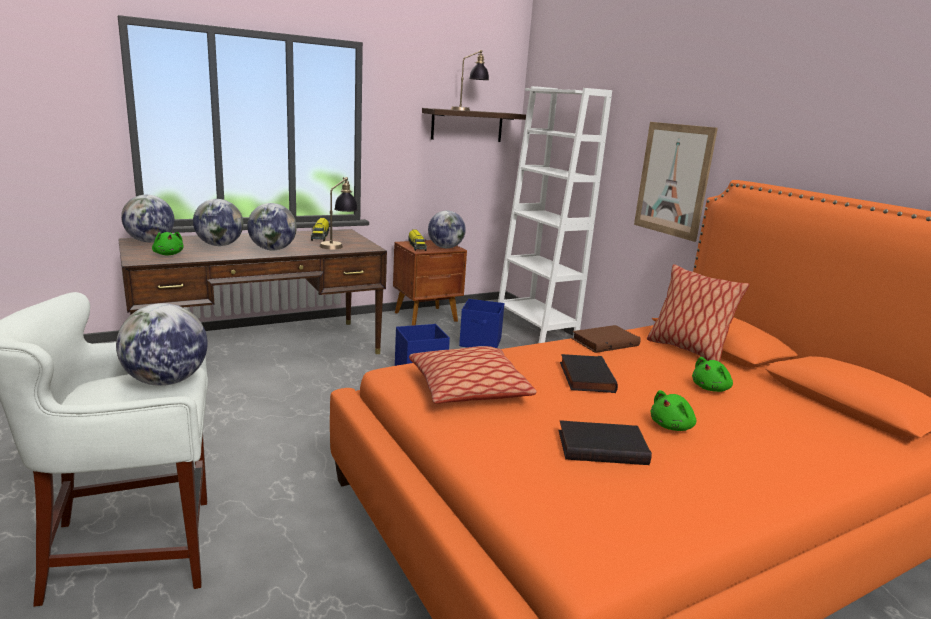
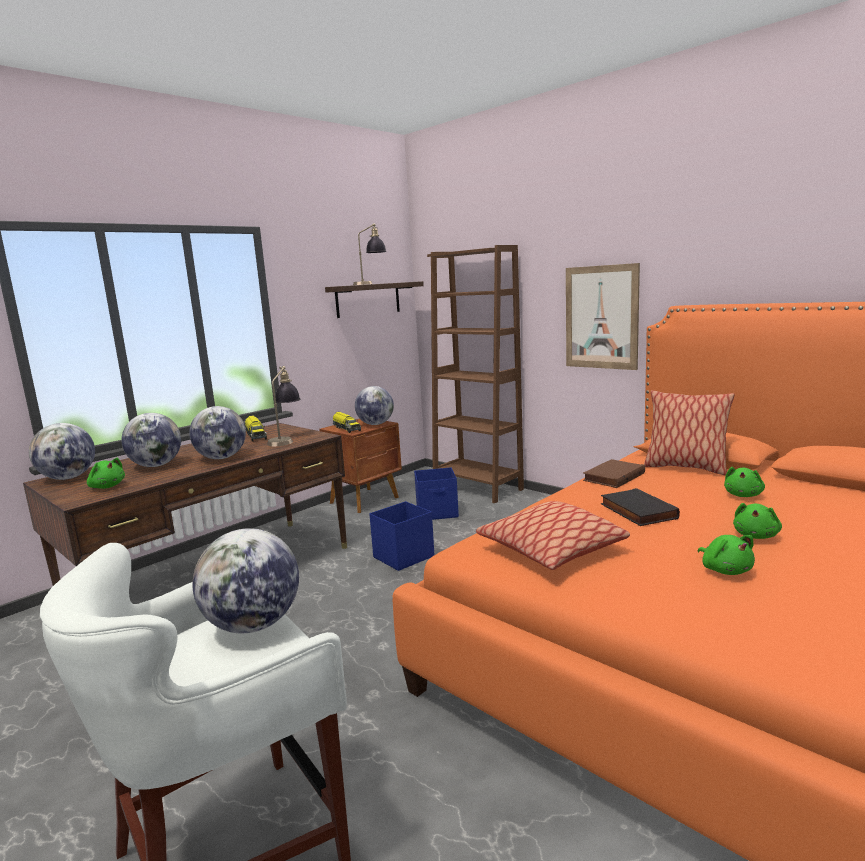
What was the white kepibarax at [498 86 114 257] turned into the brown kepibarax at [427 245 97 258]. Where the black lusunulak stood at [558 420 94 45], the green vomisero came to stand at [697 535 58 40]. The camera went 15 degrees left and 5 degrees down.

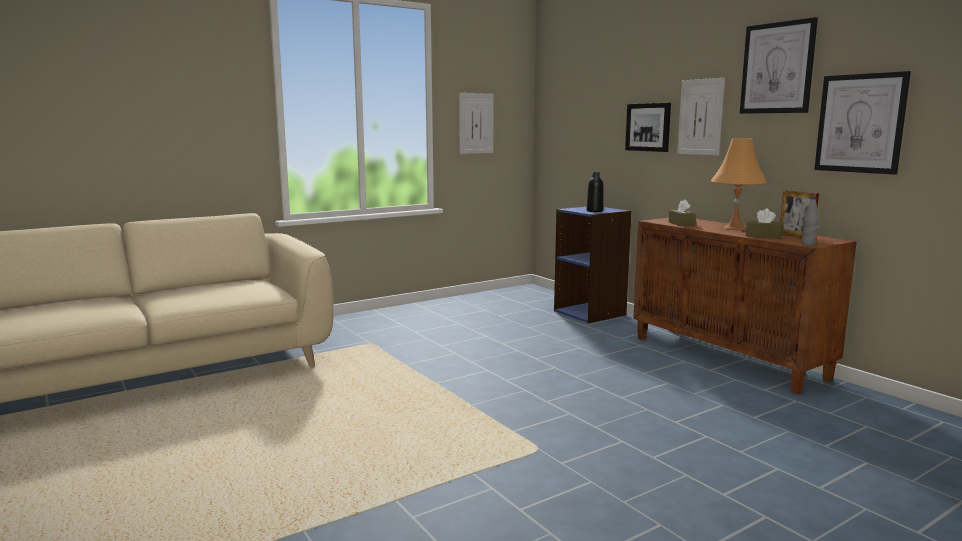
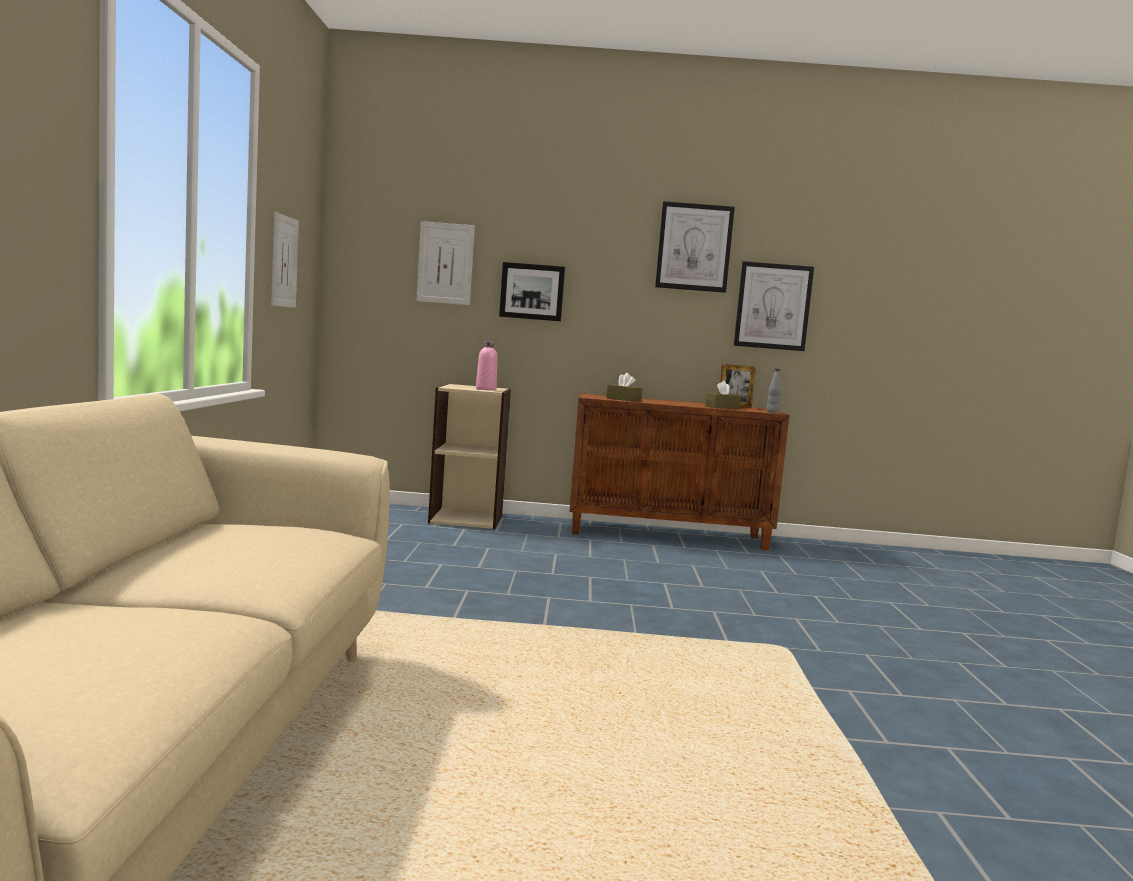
The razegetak ended up elsewhere, having gone from [677 78 48 78] to [417 221 58 84]. What was the blue kepibarax at [554 206 78 117] turned into the beige kepibarax at [428 384 83 145]. What was the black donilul at [587 172 17 40] turned into the pink donilul at [476 341 21 49]. The second view lost the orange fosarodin at [711 138 57 92]. The camera went 55 degrees left and 5 degrees down.

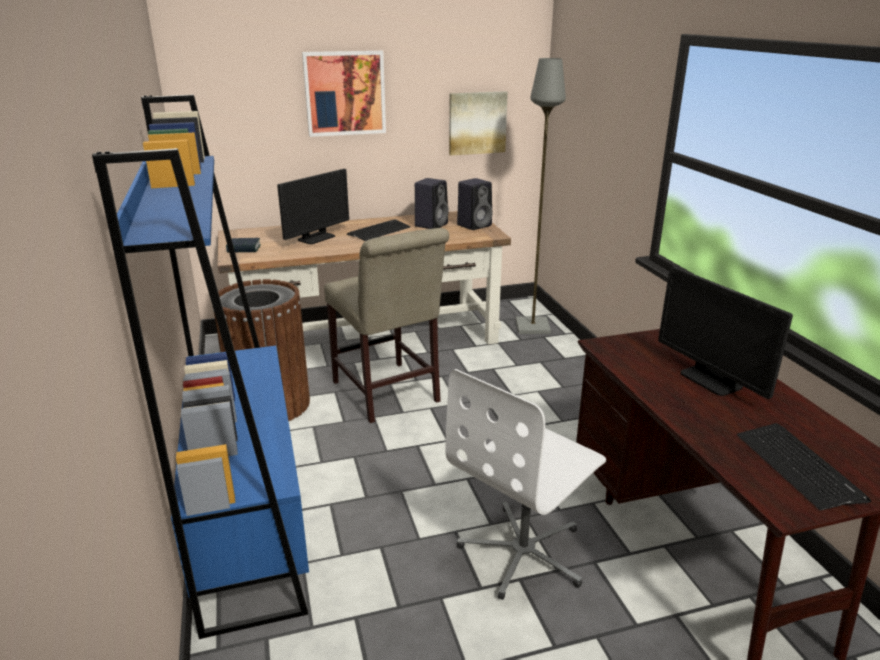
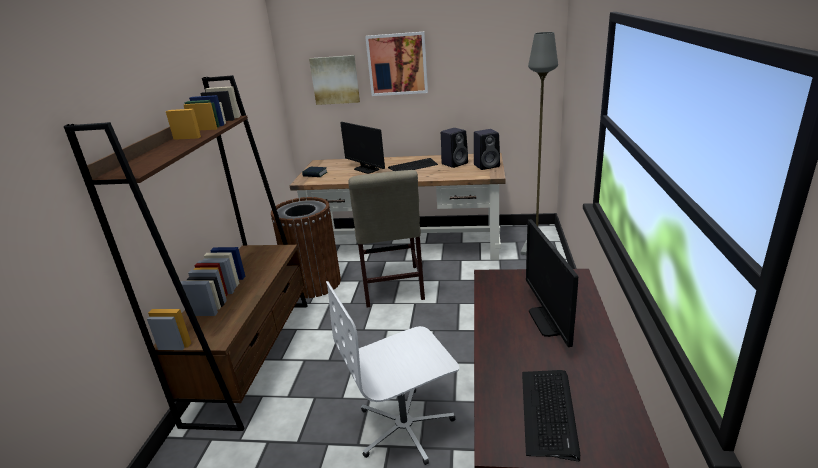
What was the blue kepibarax at [92 94 217 545] turned into the brown kepibarax at [64 75 244 356]. The razegetak ended up elsewhere, having gone from [449 91 59 64] to [309 55 51 50]. The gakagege at [277 169 72 75] ended up facing another way, 75 degrees clockwise from before. The camera went 25 degrees right and 0 degrees up.

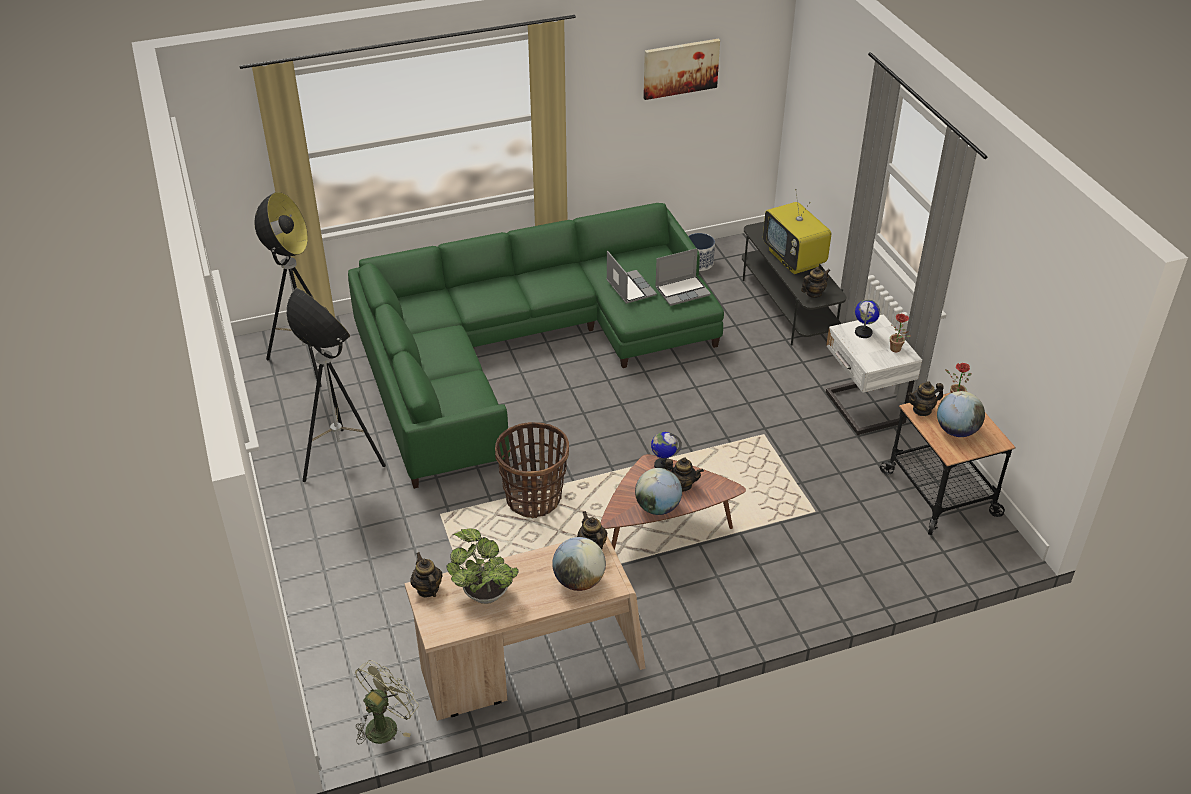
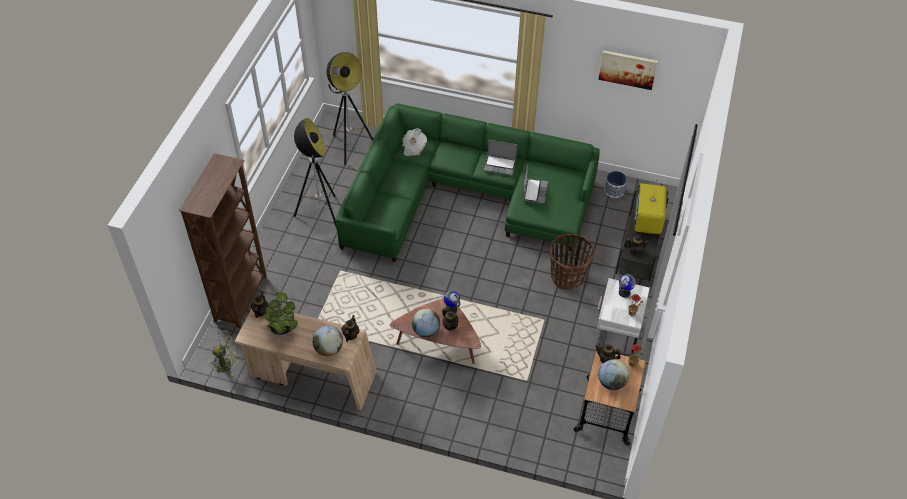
The second view gained the brown kepibarax at [179 153 88 175]. The second view gained the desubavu at [402 128 25 28]. The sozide ended up elsewhere, having gone from [655 248 56 58] to [484 140 33 36]. The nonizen ended up elsewhere, having gone from [495 422 74 96] to [549 234 46 56]. The camera went 35 degrees right and 10 degrees up.

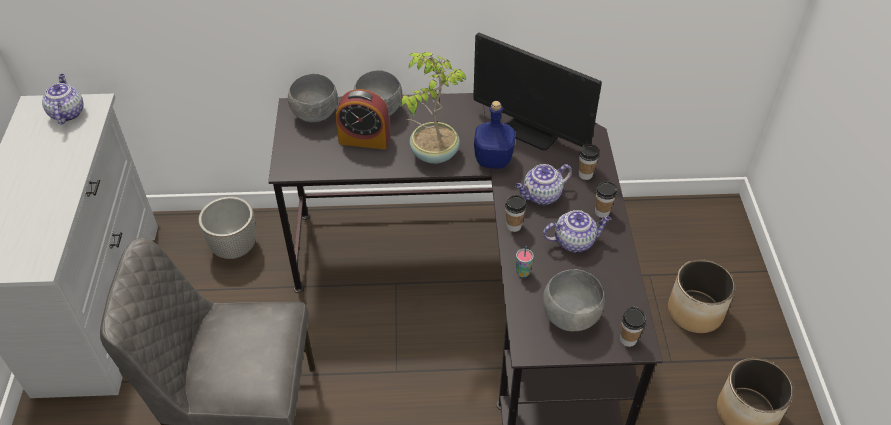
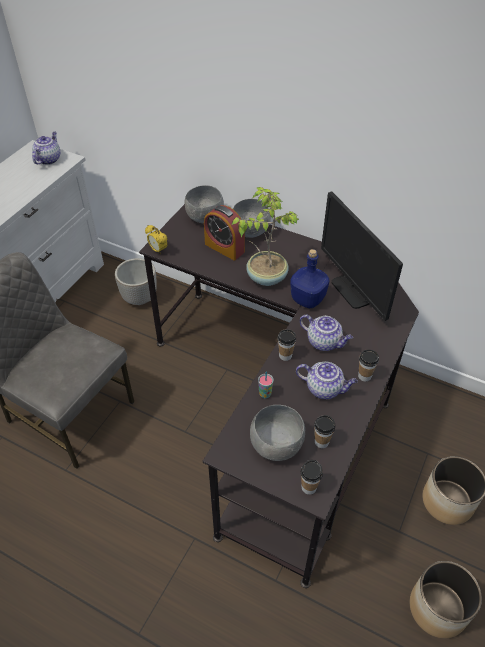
The second view gained the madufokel at [145 225 23 30]. The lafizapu at [515 164 57 41] ended up facing another way, 150 degrees counterclockwise from before. The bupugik ended up elsewhere, having gone from [579 144 20 36] to [314 415 21 33]. The camera went 30 degrees right and 0 degrees up.

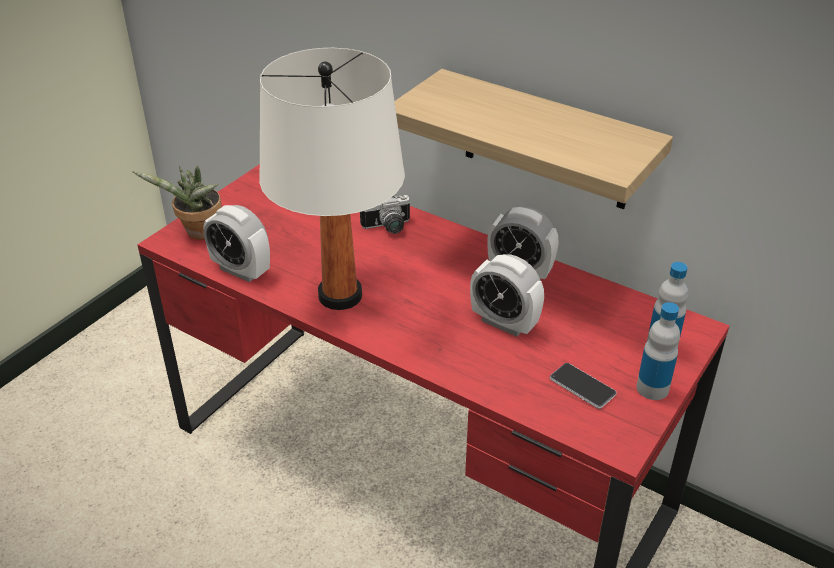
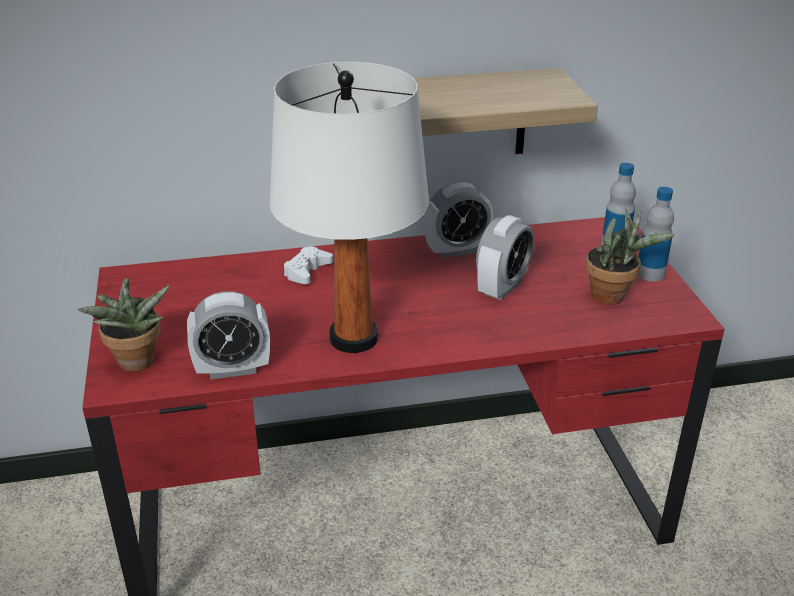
Where the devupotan stood at [360 195 50 39], the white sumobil came to stand at [284 246 49 38]. The madufokel at [470 254 74 83] ended up facing another way, 45 degrees counterclockwise from before. Where the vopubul stood at [550 363 67 46], the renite came to stand at [585 209 90 96]. The camera went 45 degrees left and 5 degrees down.

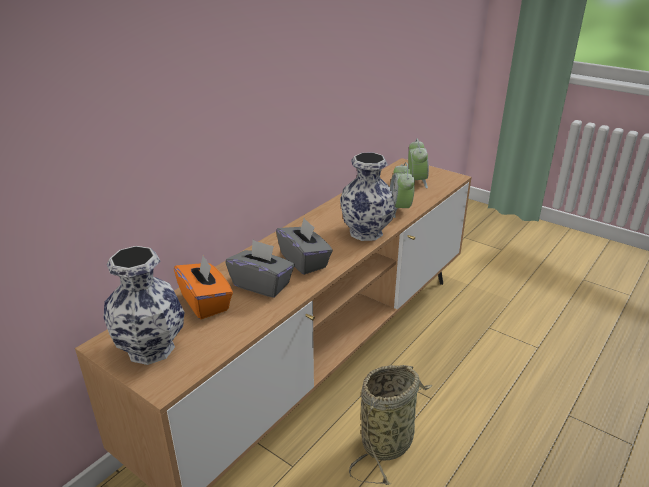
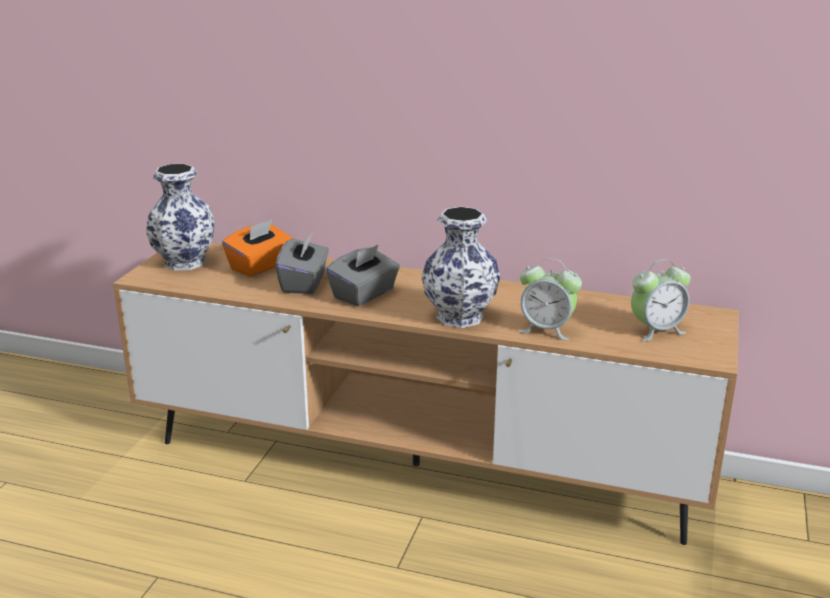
The madufokel at [390 162 25 56] ended up facing another way, 135 degrees counterclockwise from before. The second view lost the nonizen at [349 365 83 120]. The camera went 70 degrees right and 5 degrees down.

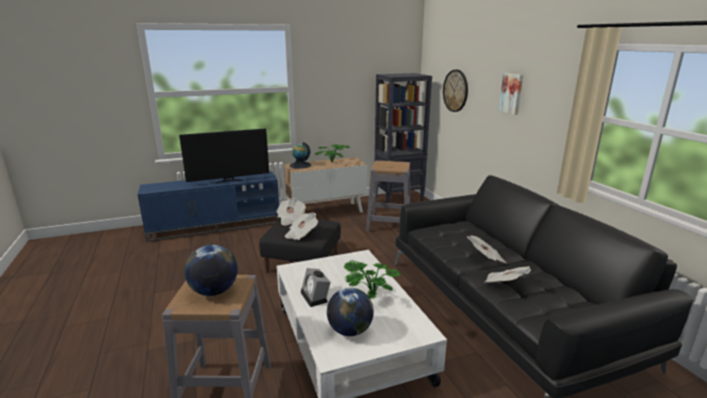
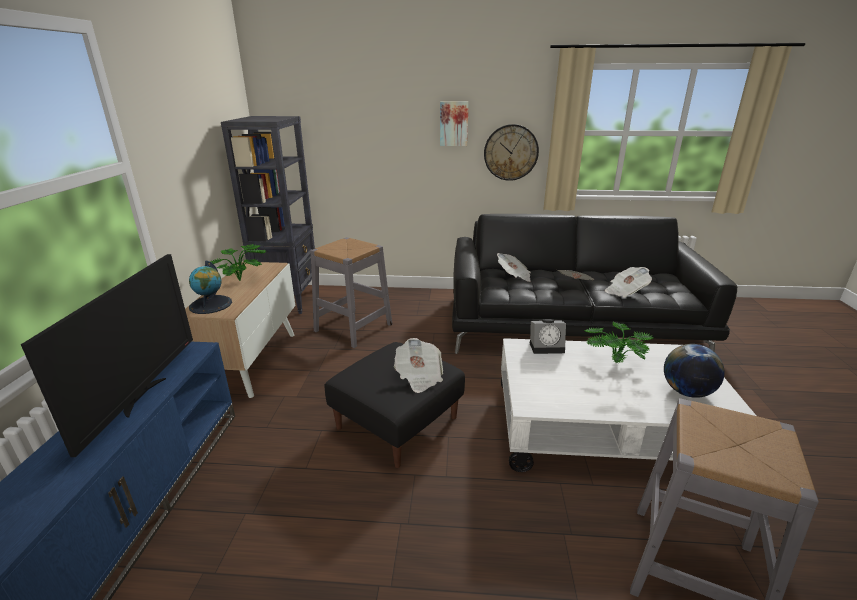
The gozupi ended up elsewhere, having gone from [443 70 25 42] to [484 124 55 57]. The desubavu ended up elsewhere, having gone from [277 198 29 27] to [497 253 34 29]. The madufokel ended up elsewhere, having gone from [301 268 30 39] to [529 319 37 35]. The second view lost the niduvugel at [184 244 54 52]. The camera went 65 degrees left and 5 degrees up.

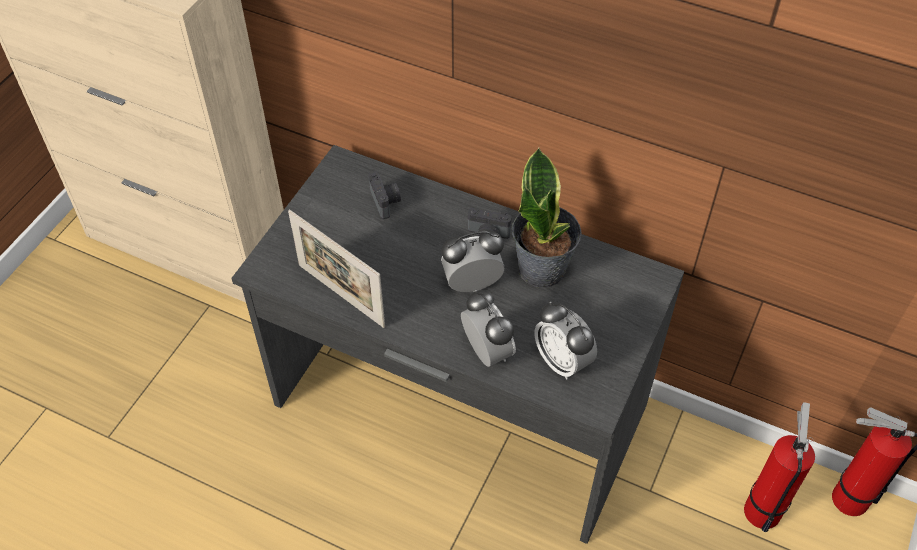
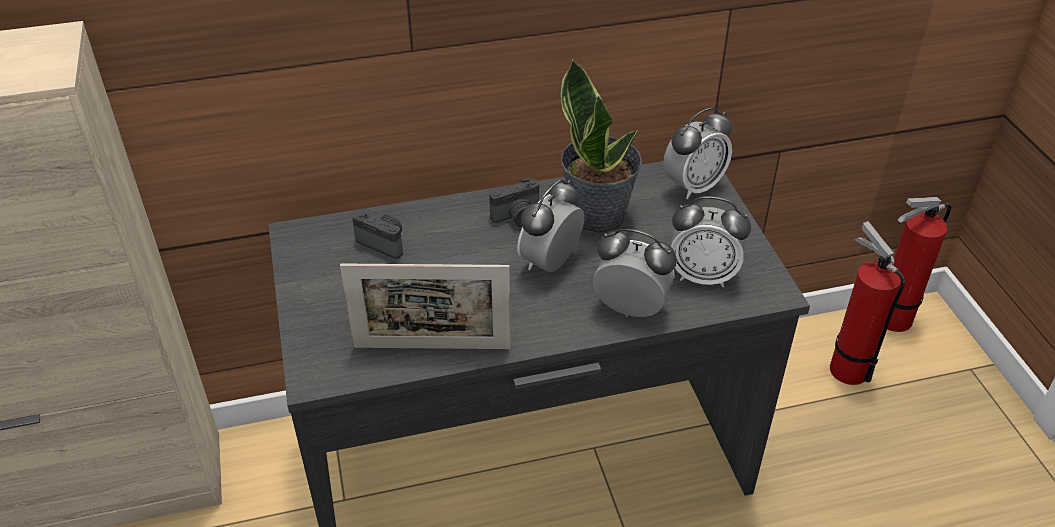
The second view gained the madufokel at [663 107 70 92]. The camera went 40 degrees left and 10 degrees down.

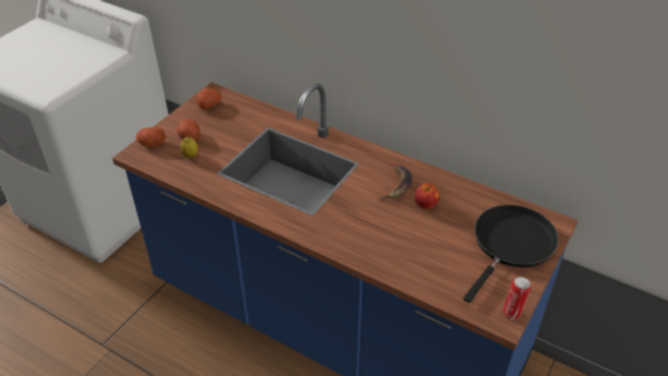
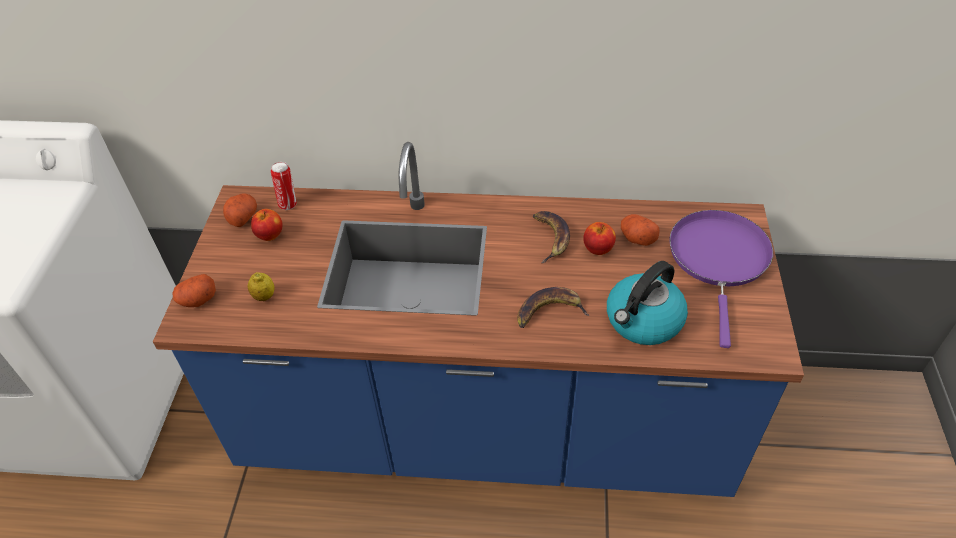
The second view gained the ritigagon at [251 209 32 32]. The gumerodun ended up elsewhere, having gone from [503 277 28 43] to [271 162 26 48]. The second view gained the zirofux at [517 287 73 41]. The second view gained the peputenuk at [607 261 81 84]. The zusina ended up elsewhere, having gone from [177 119 23 22] to [621 214 39 32]. What was the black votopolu at [463 205 95 98] turned into the purple votopolu at [669 210 104 138]. The camera went 25 degrees left and 5 degrees up.

